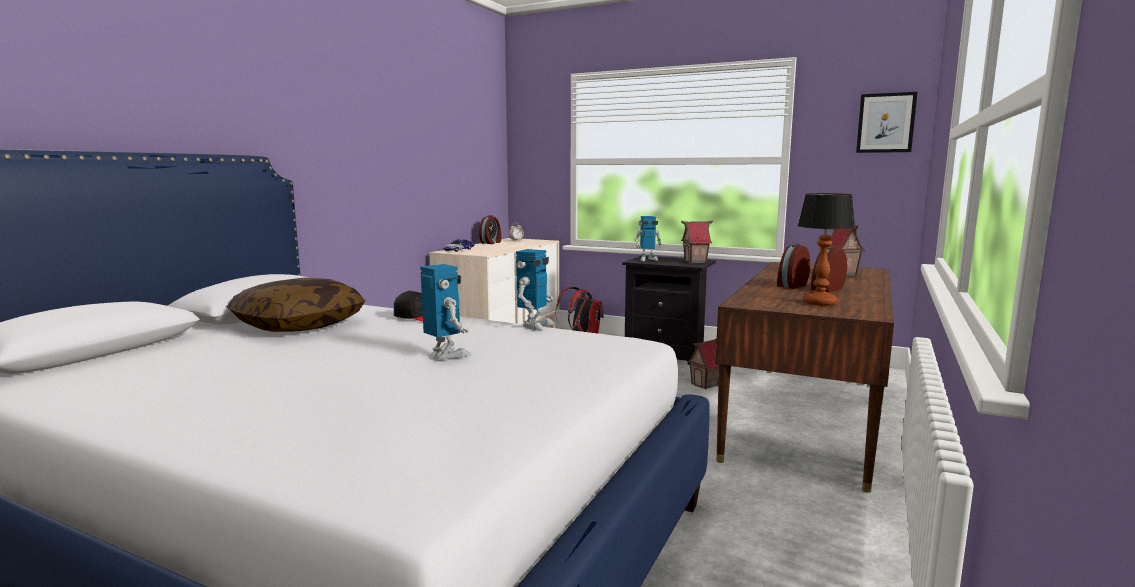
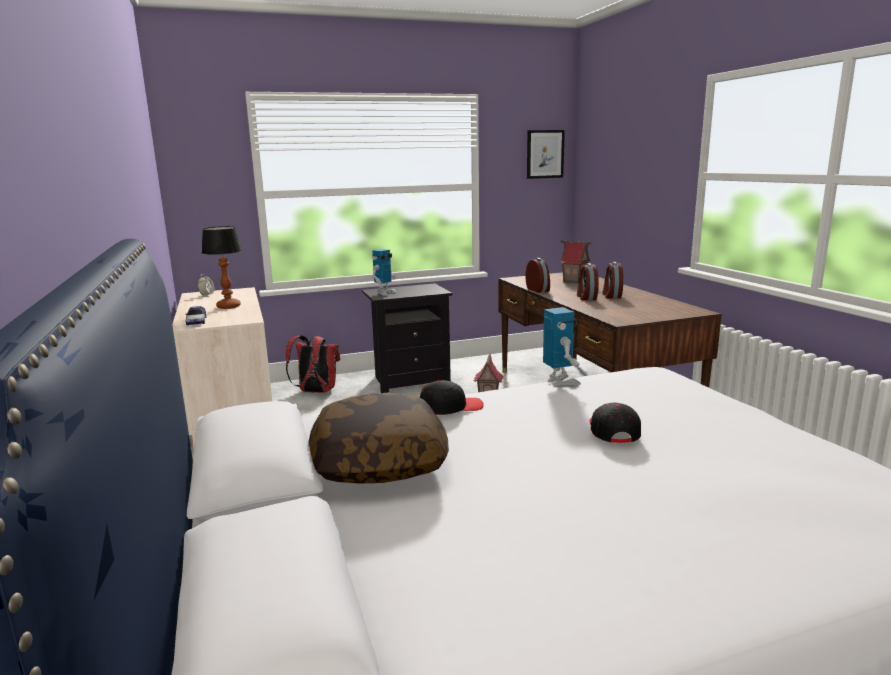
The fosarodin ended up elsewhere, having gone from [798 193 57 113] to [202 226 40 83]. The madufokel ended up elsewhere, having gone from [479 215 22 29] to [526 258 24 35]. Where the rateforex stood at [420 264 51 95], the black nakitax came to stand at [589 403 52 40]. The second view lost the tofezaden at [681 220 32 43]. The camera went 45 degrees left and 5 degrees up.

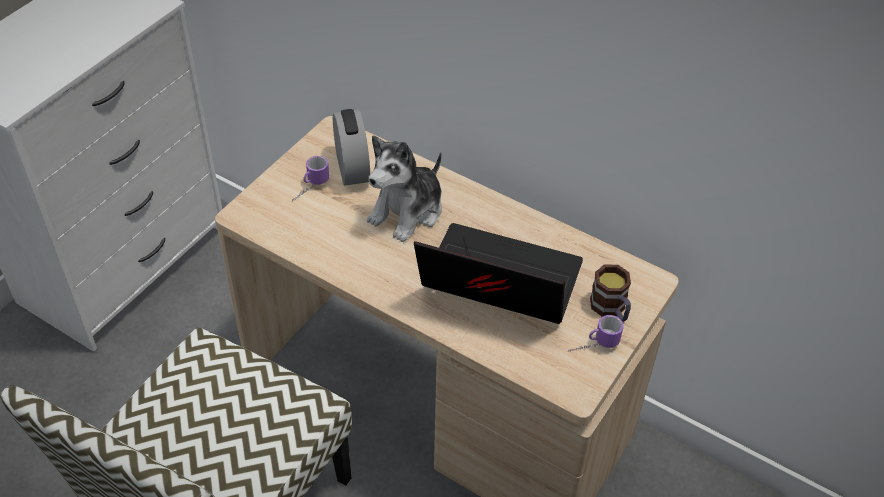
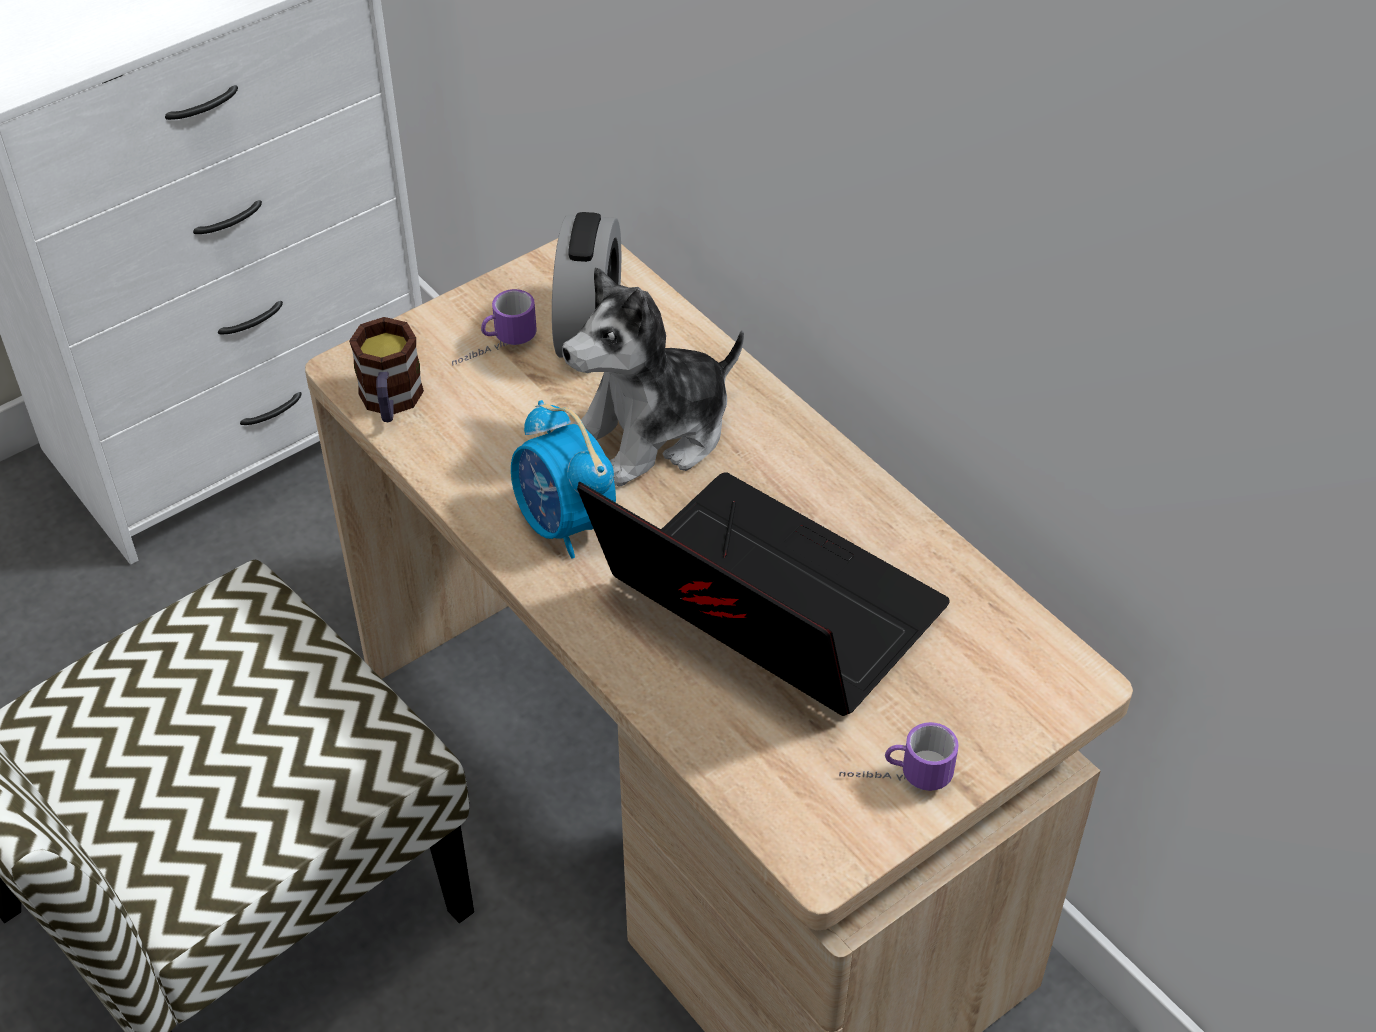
The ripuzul ended up elsewhere, having gone from [590 265 41 57] to [349 317 75 105]. The second view gained the madufokel at [511 400 105 159]. The camera went 20 degrees right and 0 degrees up.

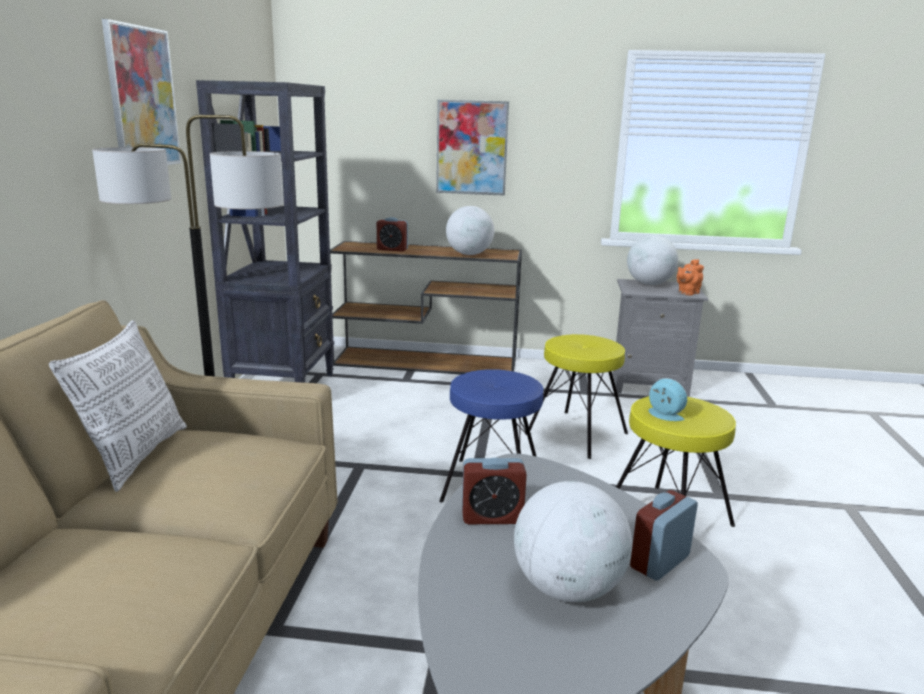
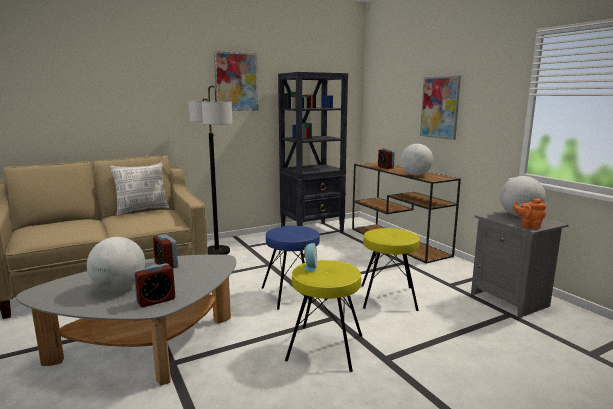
The madufokel at [630 490 68 91] ended up facing another way, 135 degrees clockwise from before. The camera went 55 degrees right and 5 degrees down.

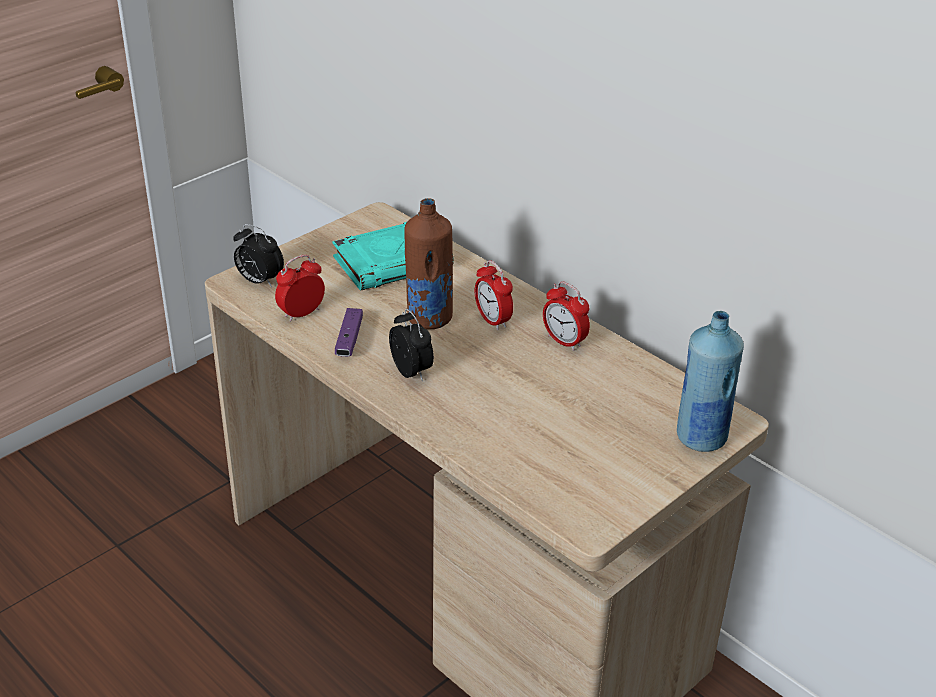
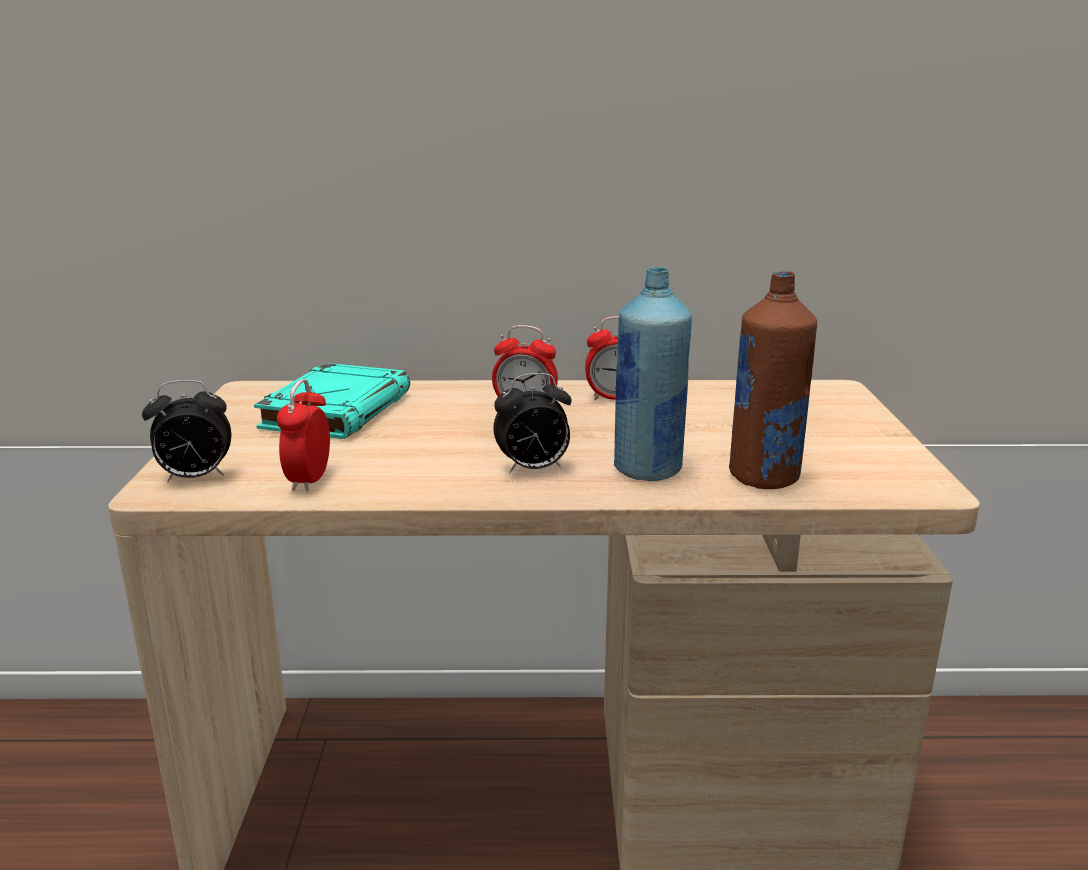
The madufokel at [389 309 45 72] ended up facing another way, 150 degrees clockwise from before. The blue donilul ended up elsewhere, having gone from [677 311 67 141] to [614 267 78 214]. The brown donilul ended up elsewhere, having gone from [404 198 49 131] to [729 271 88 218]. The second view lost the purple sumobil at [335 308 28 49]. The camera went 45 degrees left and 15 degrees down.

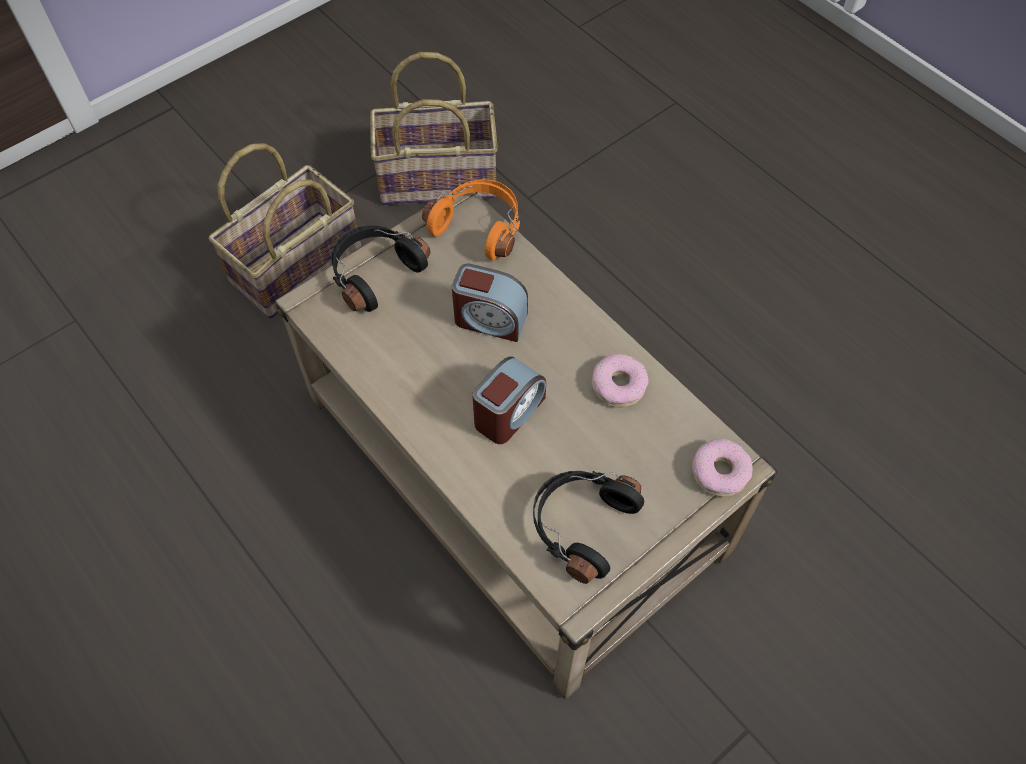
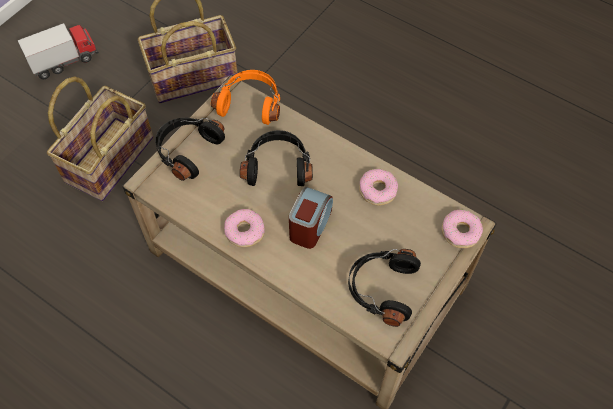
The second view gained the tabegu at [17 23 82 57]. The second view gained the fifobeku at [224 209 41 38]. Where the madufokel stood at [452 264 76 78], the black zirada came to stand at [240 130 73 56]. The camera went 15 degrees left and 0 degrees up.

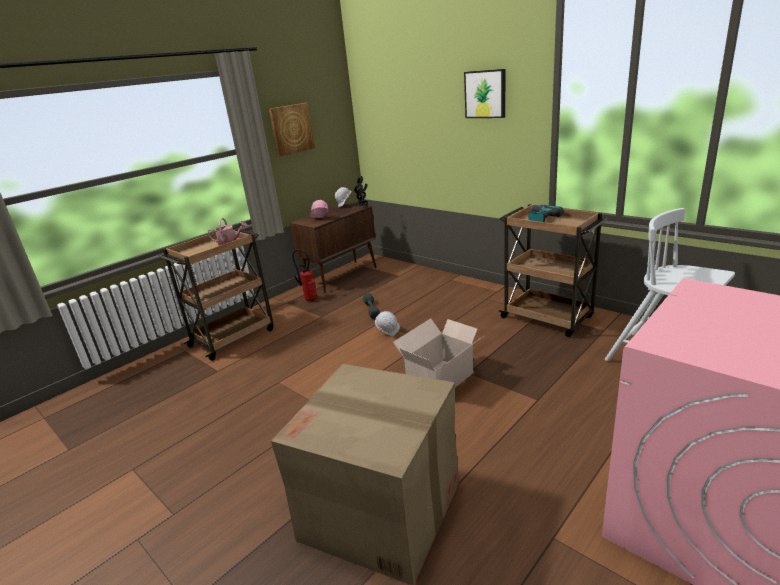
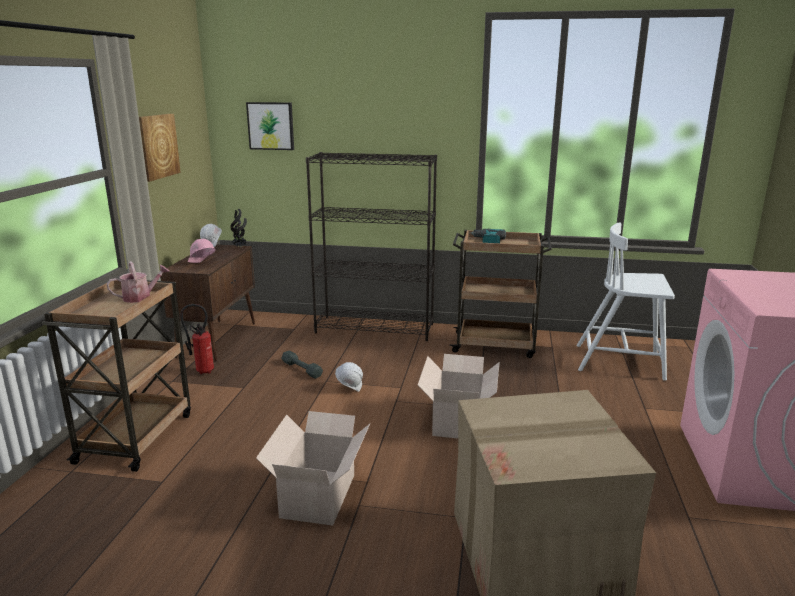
The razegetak ended up elsewhere, having gone from [464 69 41 49] to [246 102 48 48]. The second view gained the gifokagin at [256 411 114 115]. The second view gained the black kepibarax at [306 152 131 189]. The camera went 35 degrees left and 5 degrees down.

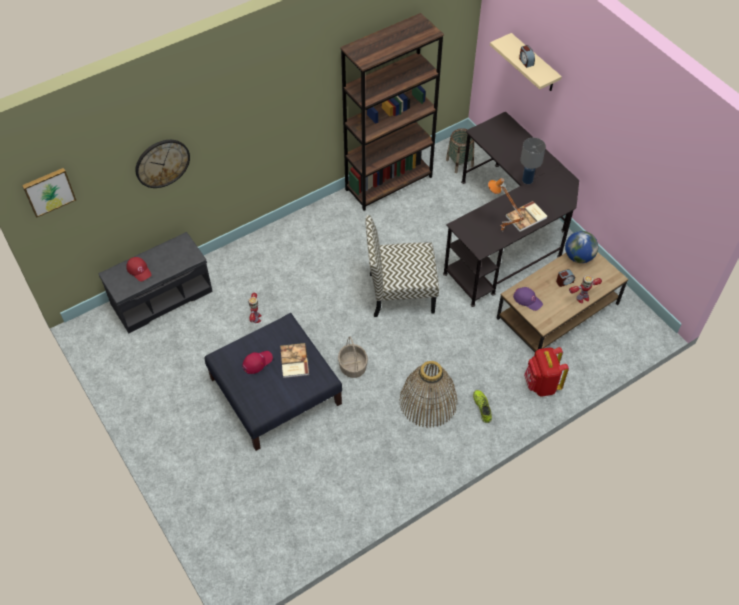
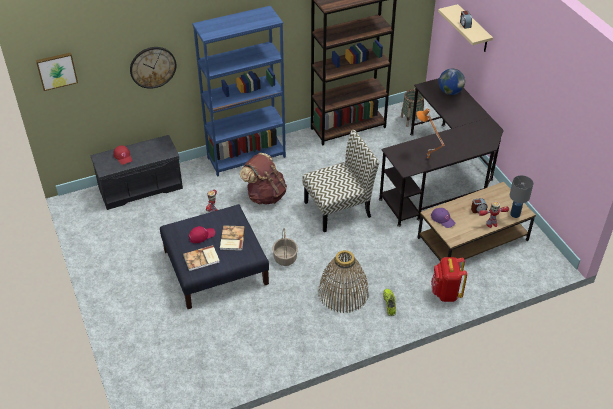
The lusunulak ended up elsewhere, having gone from [505 201 42 31] to [183 245 37 26]. The second view gained the blue kepibarax at [192 6 94 171]. The second view gained the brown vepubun at [240 153 47 52]. The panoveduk at [365 215 74 102] ended up facing another way, 150 degrees clockwise from before. The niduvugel ended up elsewhere, having gone from [565 231 33 32] to [439 69 26 26]. The grey fosarodin ended up elsewhere, having gone from [520 138 26 46] to [510 175 23 43]. The camera went 10 degrees right and 10 degrees down.

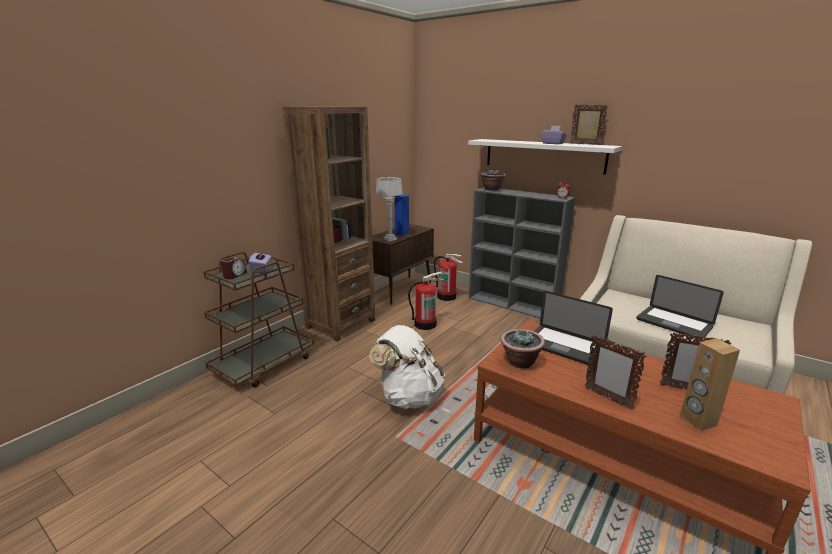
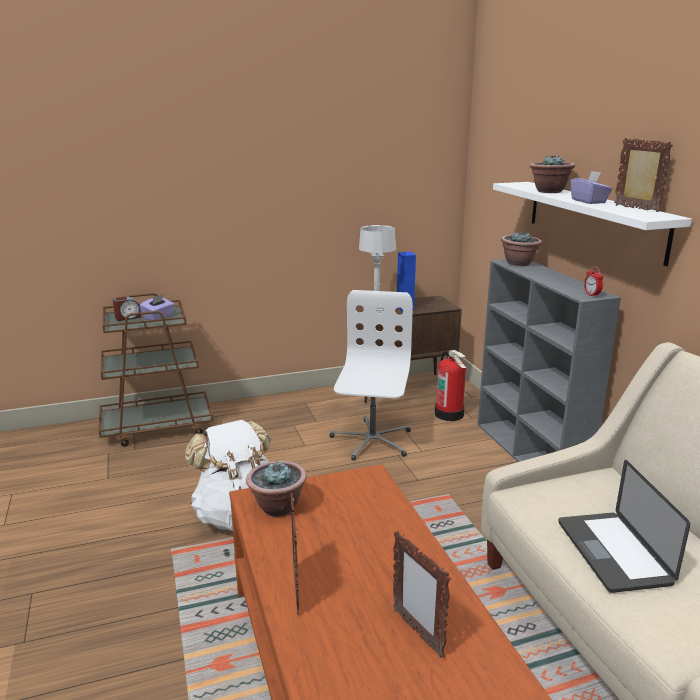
Where the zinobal stood at [408 272 36 58], the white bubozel came to stand at [329 290 84 171]. The second view gained the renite at [530 154 45 39]. The second view lost the brown kepibarax at [282 107 93 235]. The second view lost the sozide at [534 291 79 75]. The second view lost the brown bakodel at [680 338 60 93]. The camera went 35 degrees right and 0 degrees up.

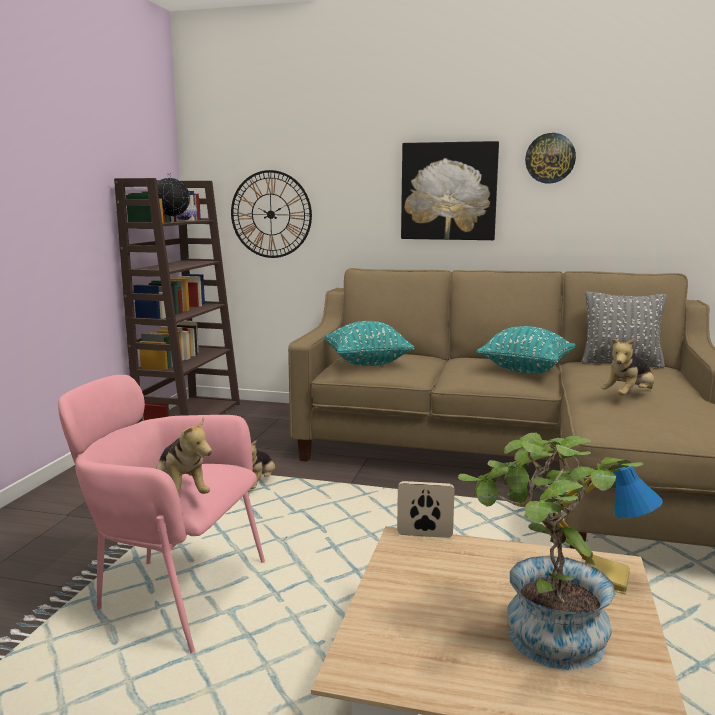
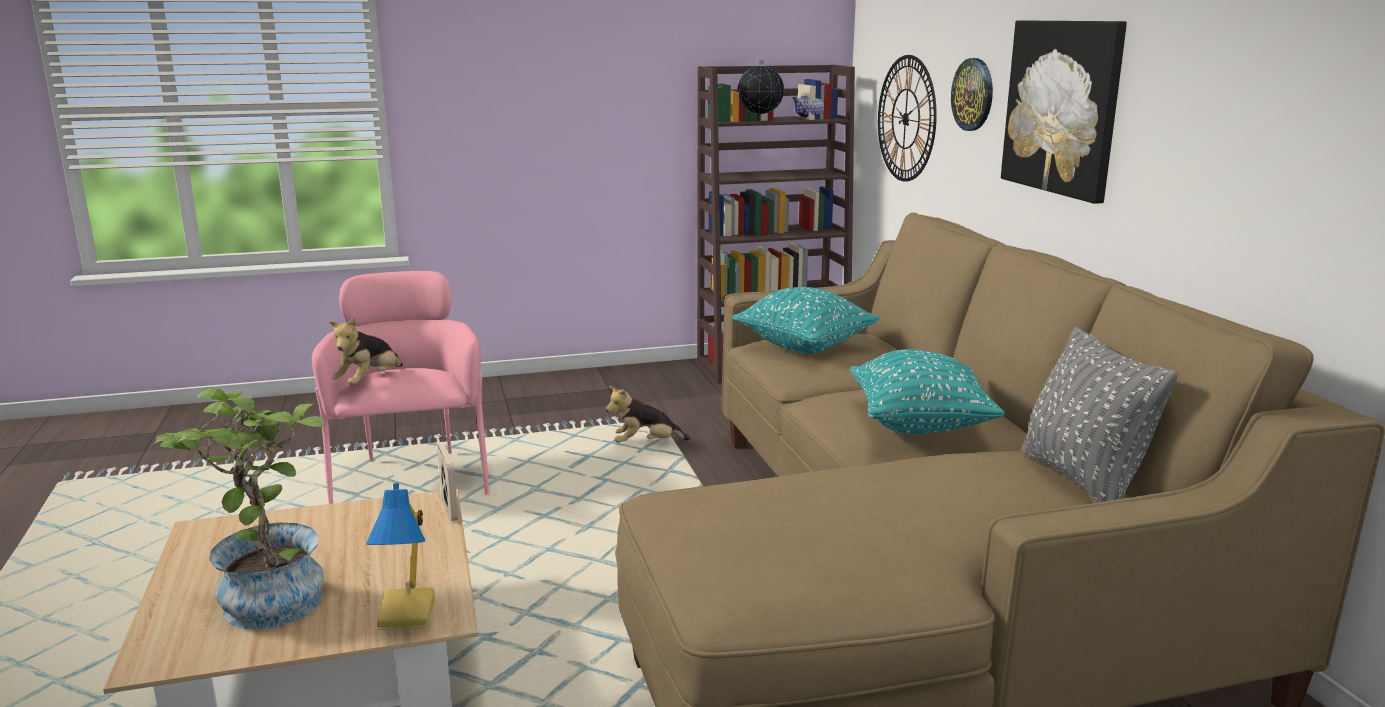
The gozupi ended up elsewhere, having gone from [525 133 51 50] to [951 58 42 73]. The second view lost the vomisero at [601 338 53 57]. The camera went 60 degrees right and 5 degrees up.

